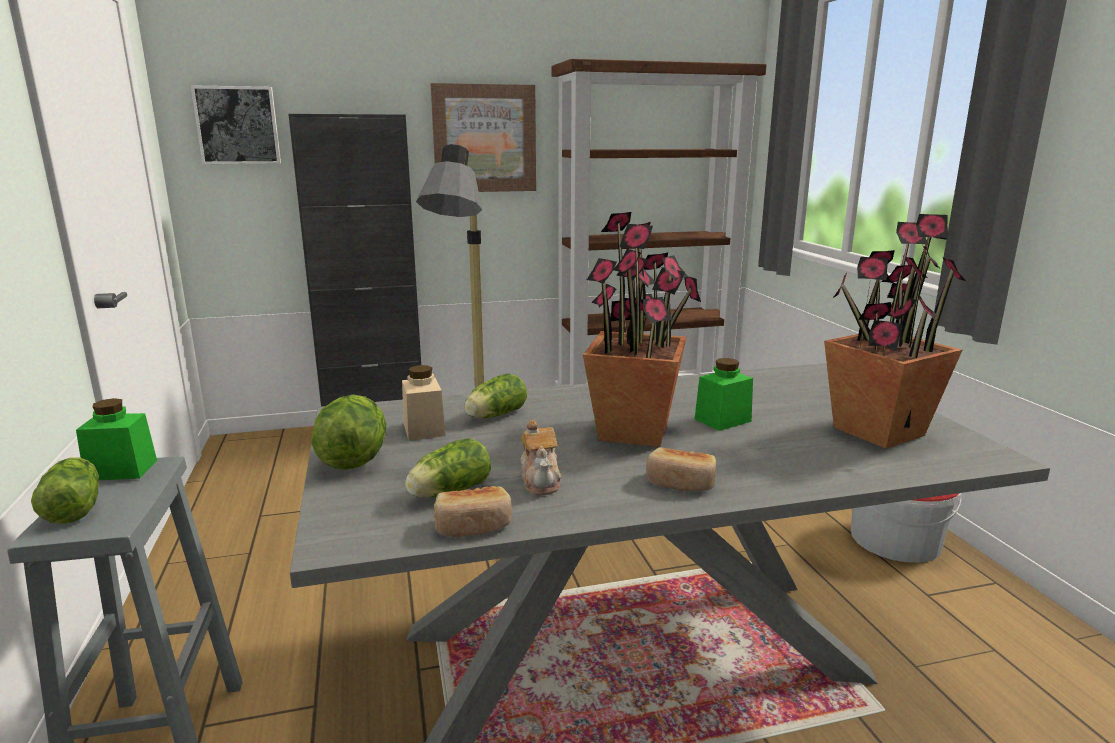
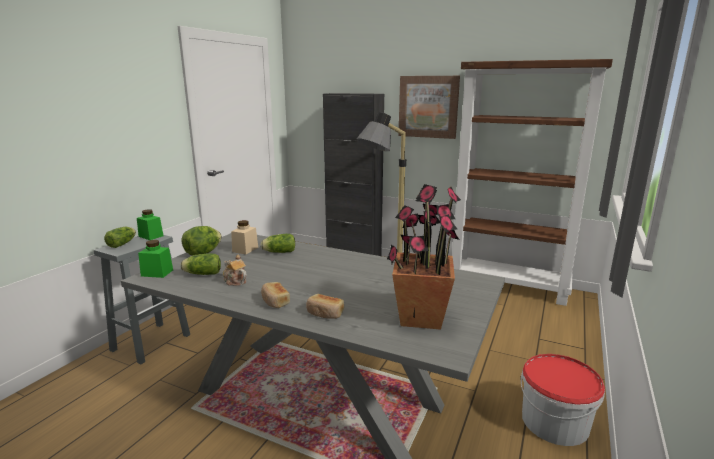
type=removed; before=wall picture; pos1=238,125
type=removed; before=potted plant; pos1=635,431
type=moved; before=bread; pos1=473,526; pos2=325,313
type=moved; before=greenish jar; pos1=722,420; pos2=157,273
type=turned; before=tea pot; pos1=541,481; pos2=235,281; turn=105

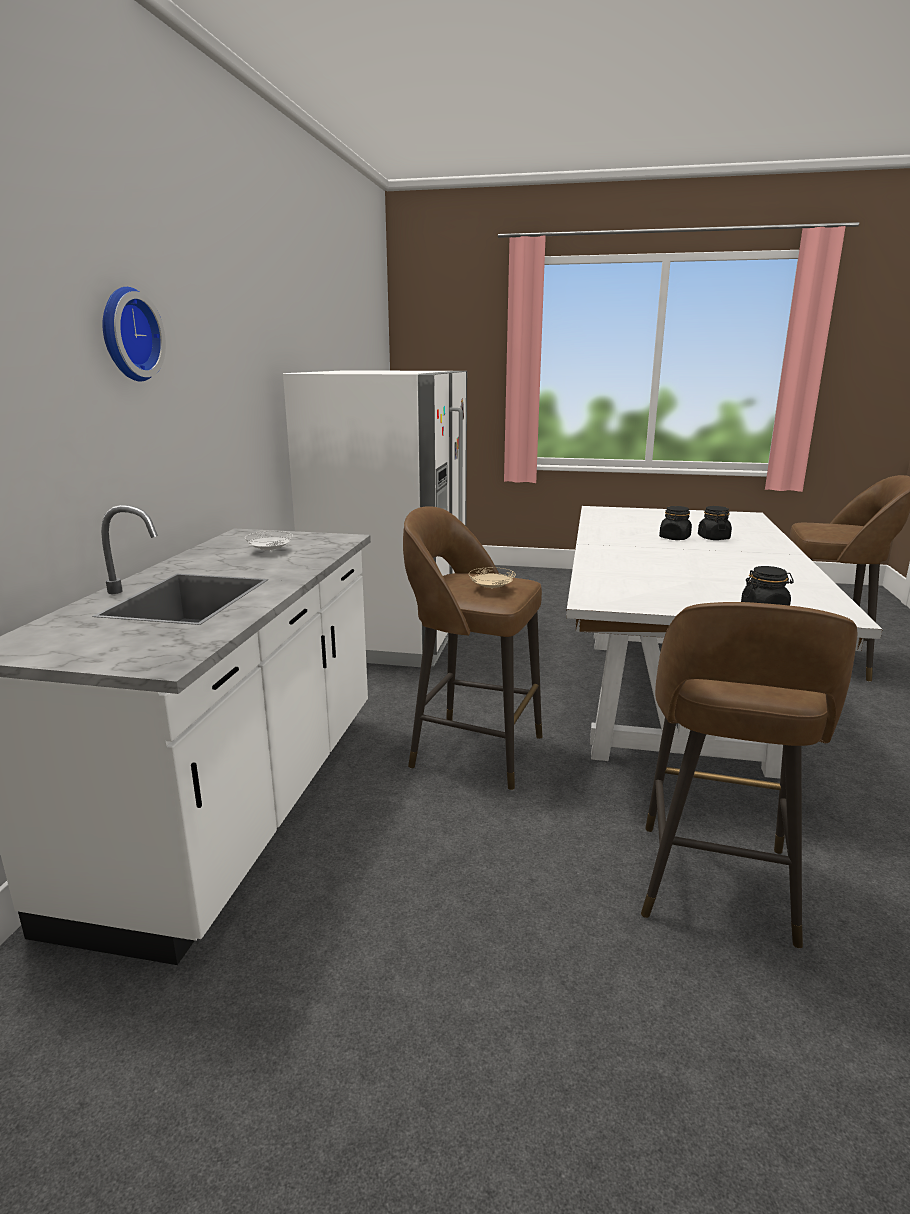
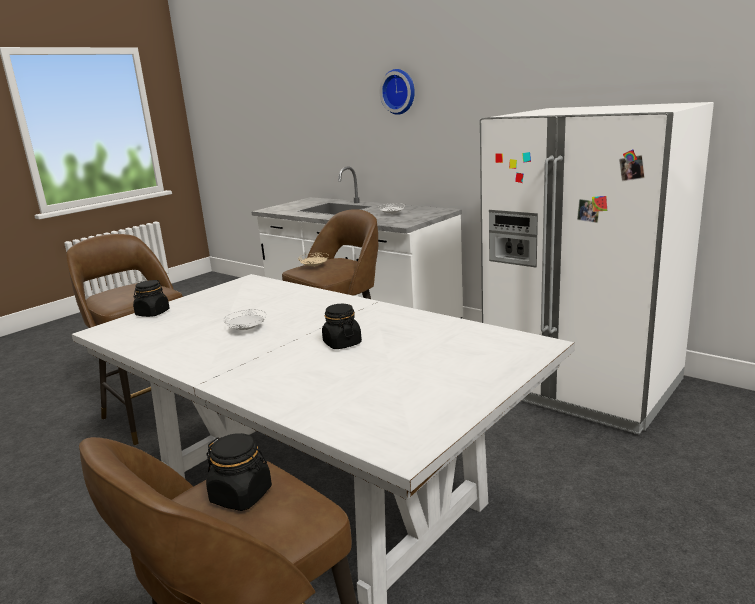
type=added; after=white-coloured plate; pos2=246,330
type=moved; before=black-coloured jar; pos1=713,538; pos2=241,495

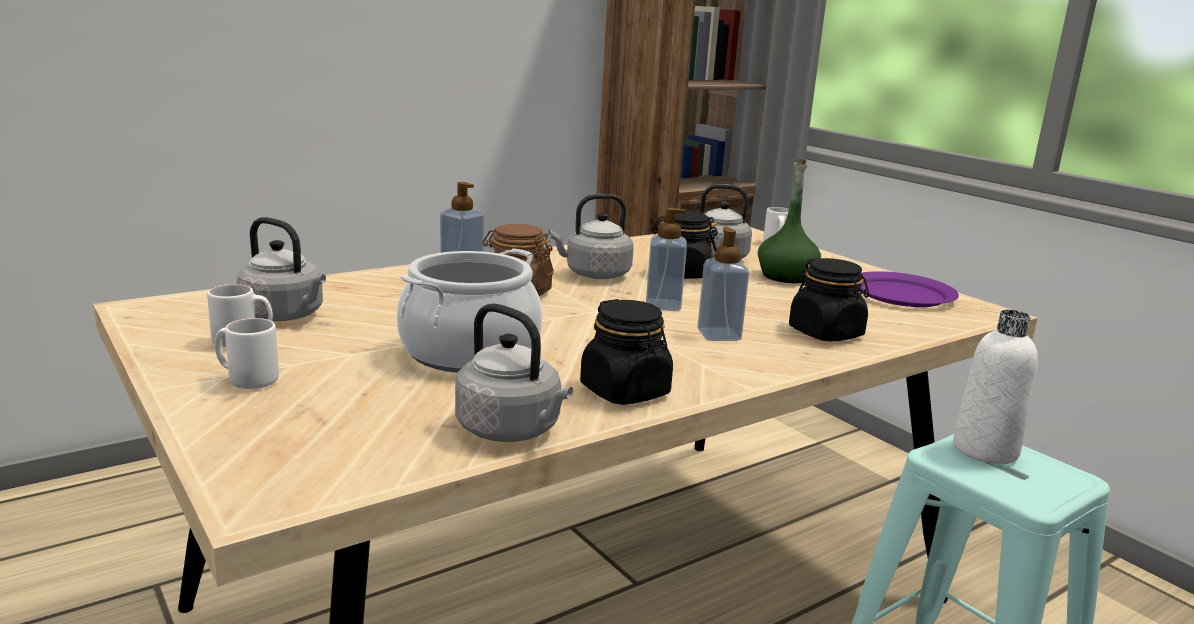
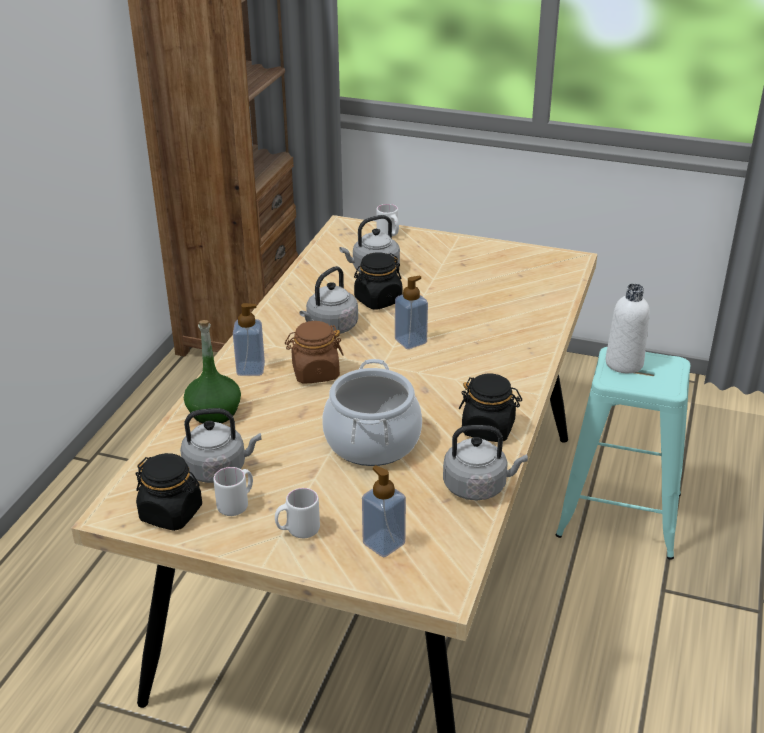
type=removed; before=purple plate; pos1=901,294
type=moved; before=soap dispenser; pos1=719,335; pos2=384,543
type=moved; before=greenish drink bottle; pos1=786,276; pos2=214,412
type=moved; before=black-coloured jar; pos1=826,333; pos2=171,513

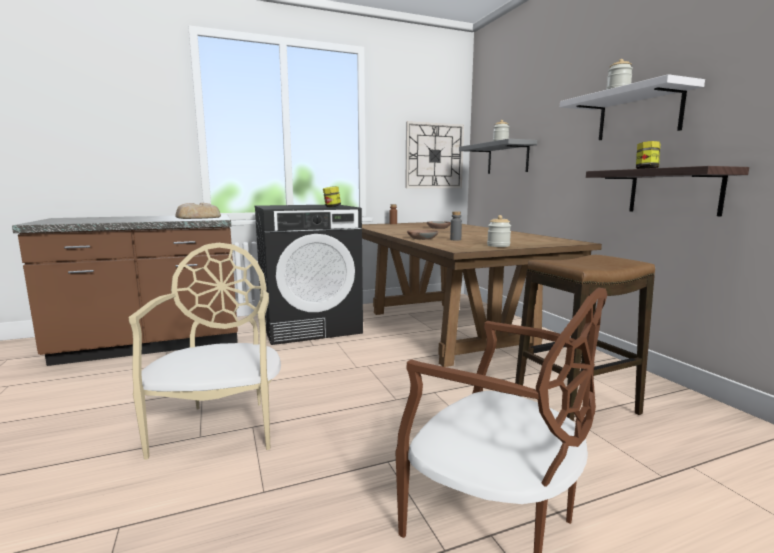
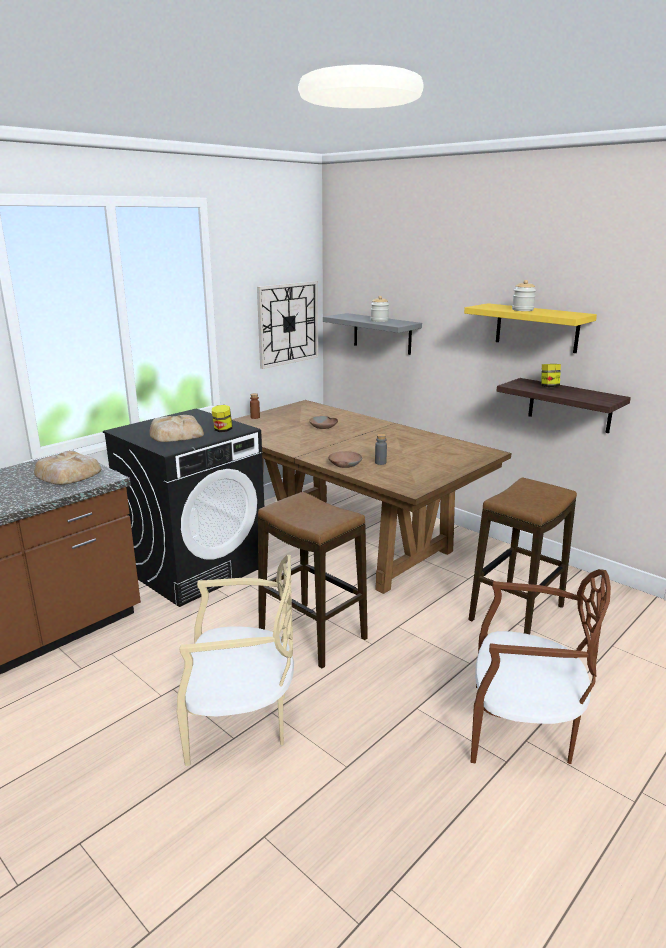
type=removed; before=jar; pos1=498,245
type=added; after=bread; pos2=175,434
type=added; after=stool seat; pos2=312,634
type=recoloured; before=white-coloured wall shelf; after=yellow wall shelf; pos1=639,114; pos2=536,328
type=turned; before=beige-coloured chair; pos1=220,426; pos2=241,721; turn=120

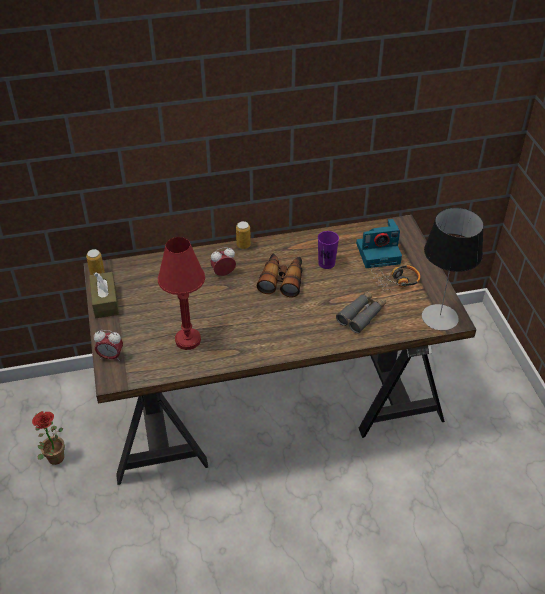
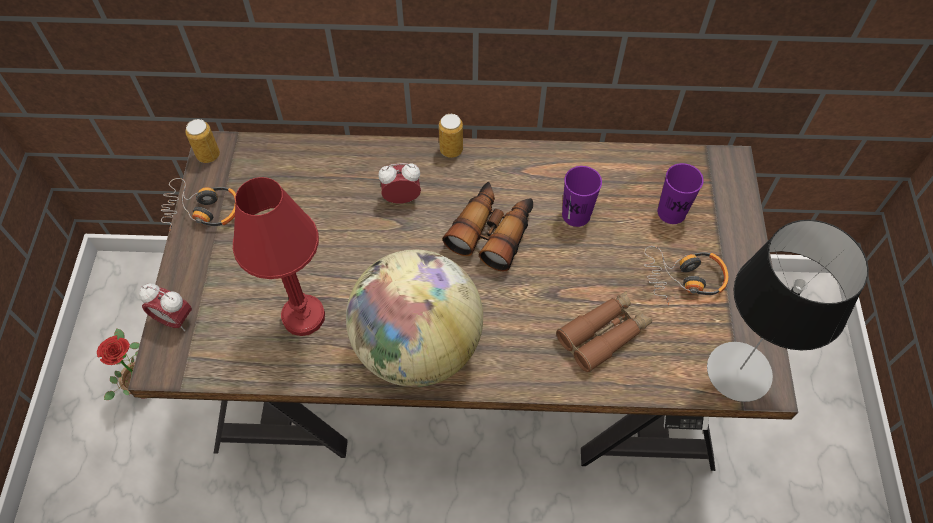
type=added; after=world globe; pos2=417,346
type=replaced; before=brown-coloured tissue box; after=headphones; pos1=105,301; pos2=202,211
type=replaced; before=photo camera; after=purple cup; pos1=379,253; pos2=671,212
type=recoloured; before=grey binoculars; after=brown-coloured binoculars; pos1=361,315; pos2=604,334

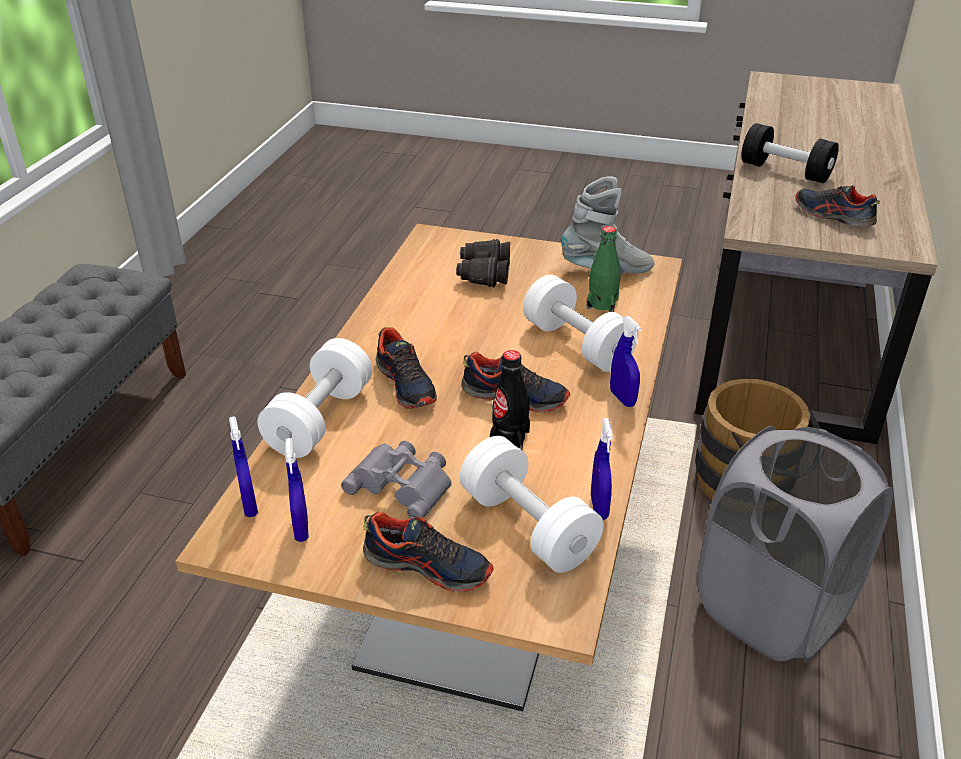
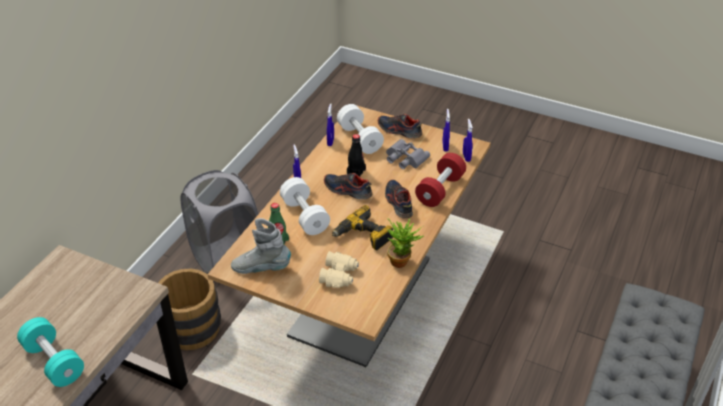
type=removed; before=shoe; pos1=833,216
type=added; after=power drill; pos2=363,236
type=added; after=potted plant; pos2=402,261
type=recoloured; before=white-coloured free weight; after=red free weight; pos1=320,419; pos2=440,190
type=recoloured; before=black-coloured binoculars; after=beige-coloured binoculars; pos1=483,273; pos2=339,275
type=recoloured; before=black-coloured free weight; after=turquoise-coloured free weight; pos1=785,171; pos2=54,362

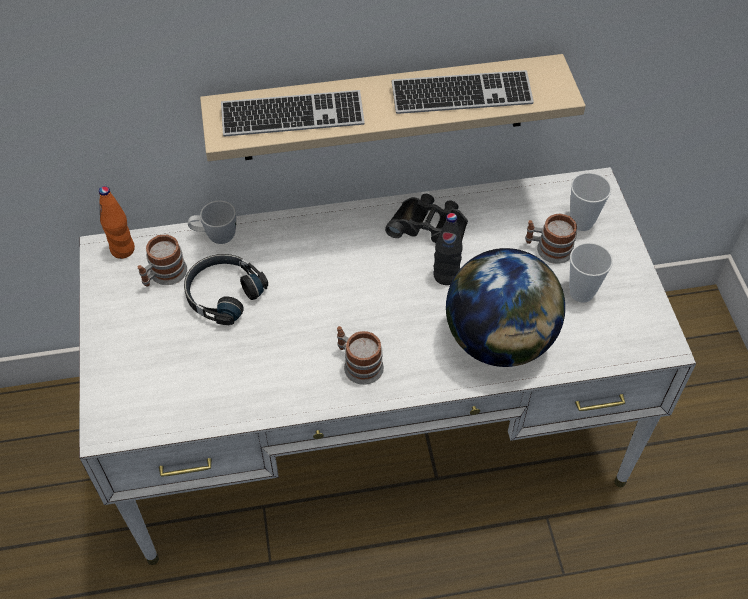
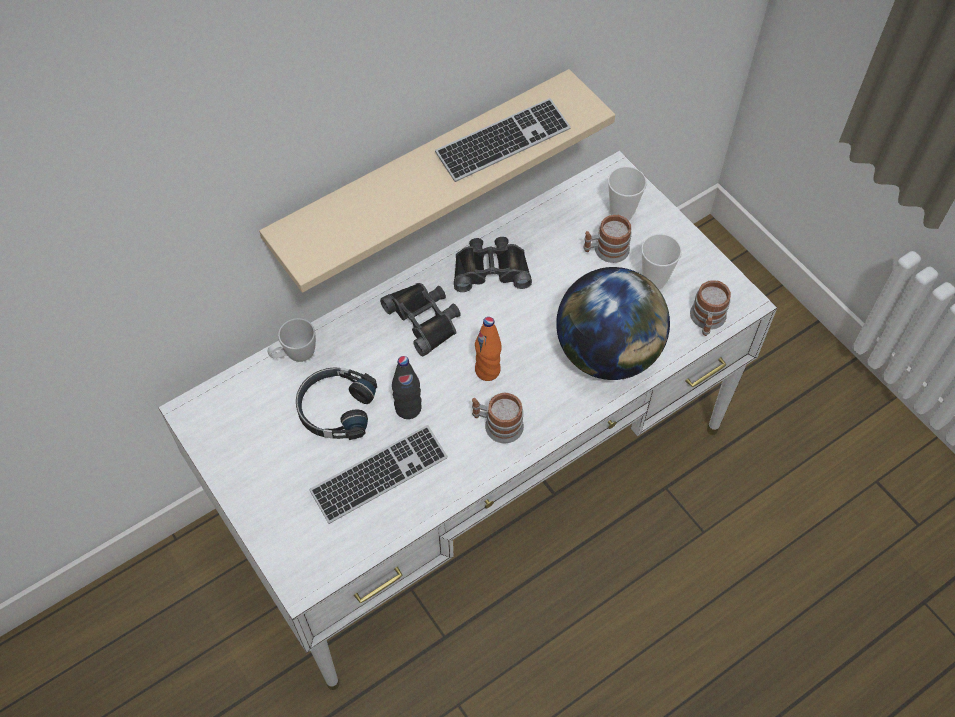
type=added; after=black-coloured binoculars; pos2=424,319
type=moved; before=orange drink bottle; pos1=123,250; pos2=487,370
type=moved; before=tea mug; pos1=164,275; pos2=707,320
type=moved; before=computer keyboard; pos1=292,116; pos2=379,475
type=moved; before=black-coloured drink bottle; pos1=446,276; pos2=408,408

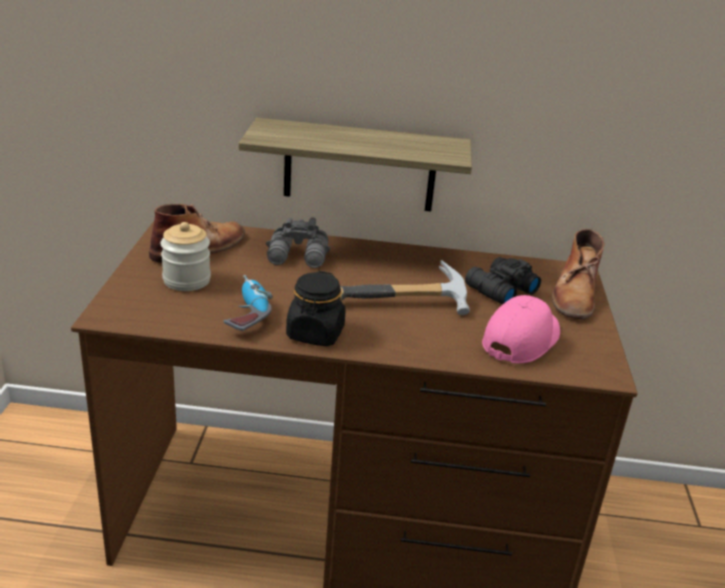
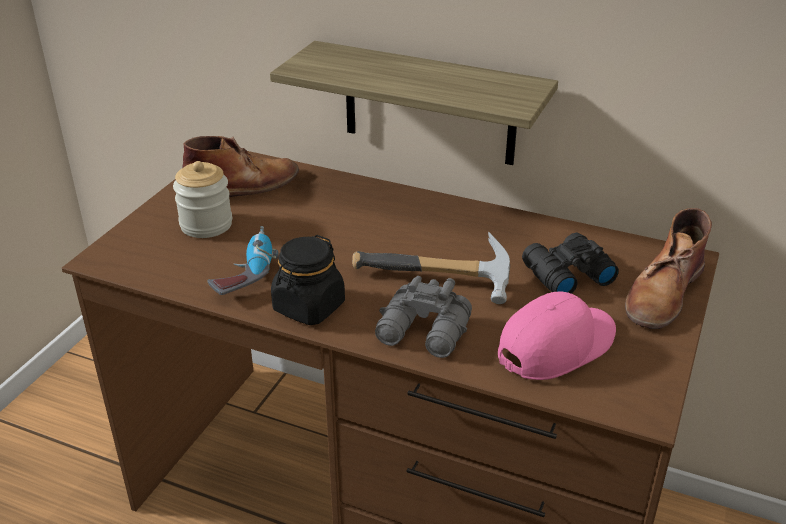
type=moved; before=grey binoculars; pos1=299,257; pos2=425,333

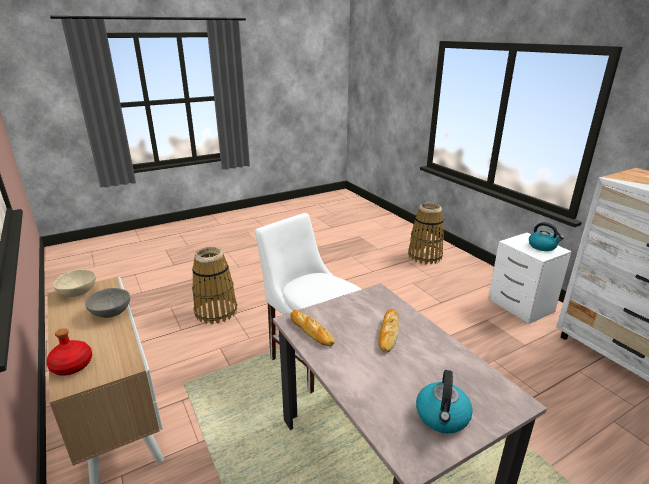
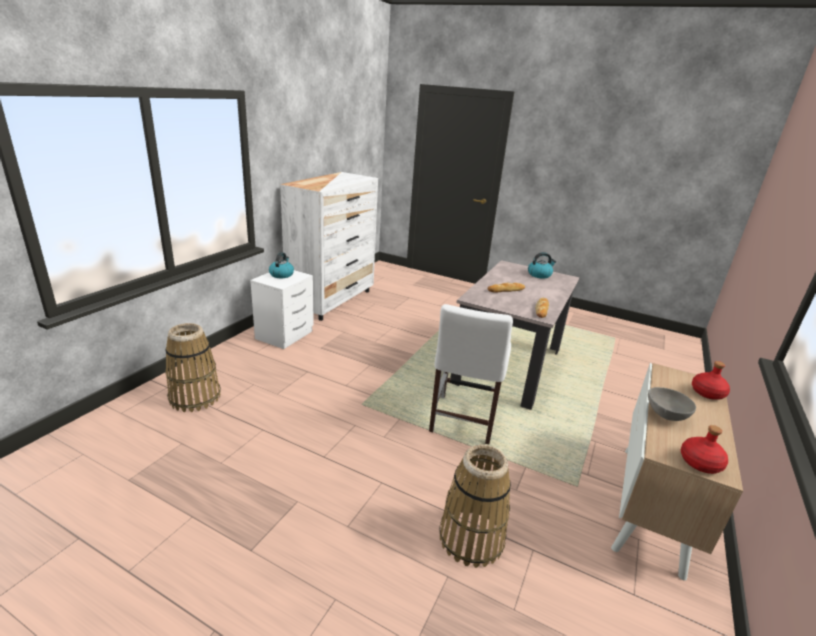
type=replaced; before=beige-coloured serving bowl; after=red drink bottle; pos1=78,293; pos2=700,462

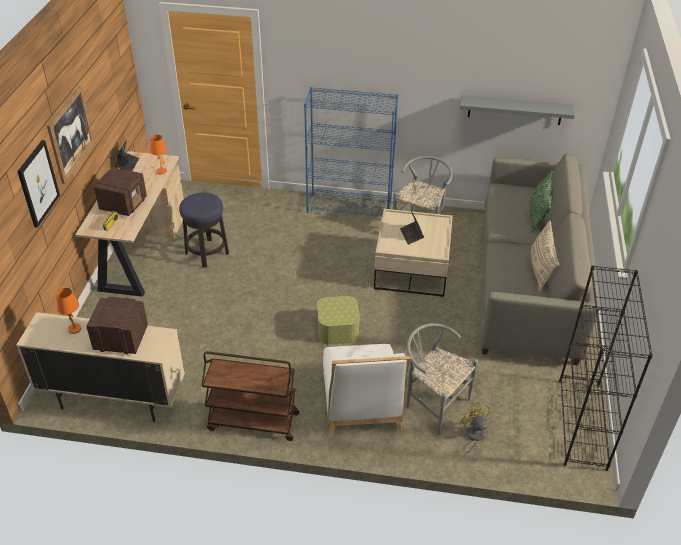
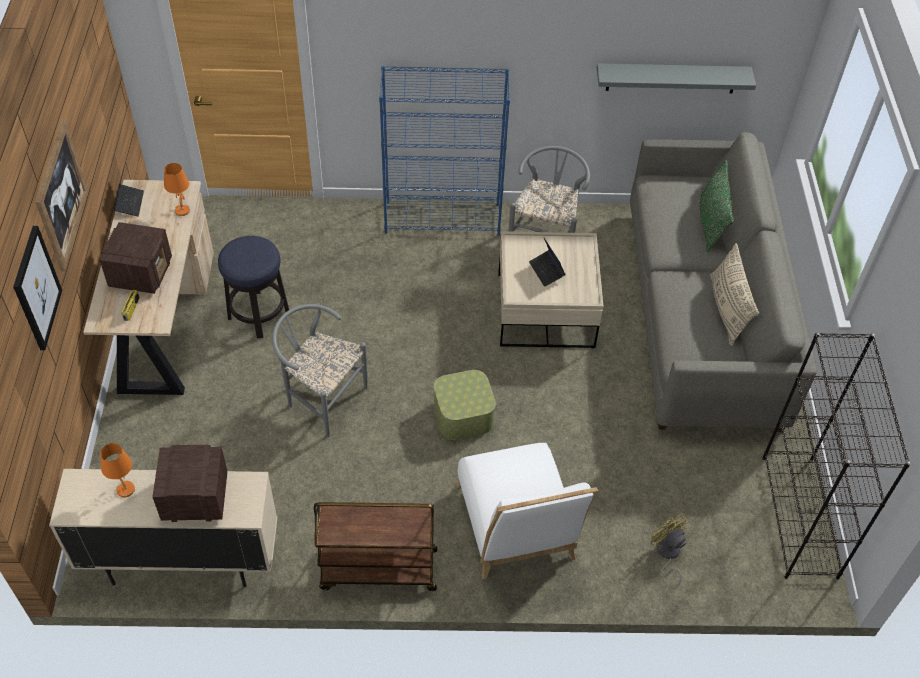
type=moved; before=grey chair; pos1=432,403; pos2=321,398

